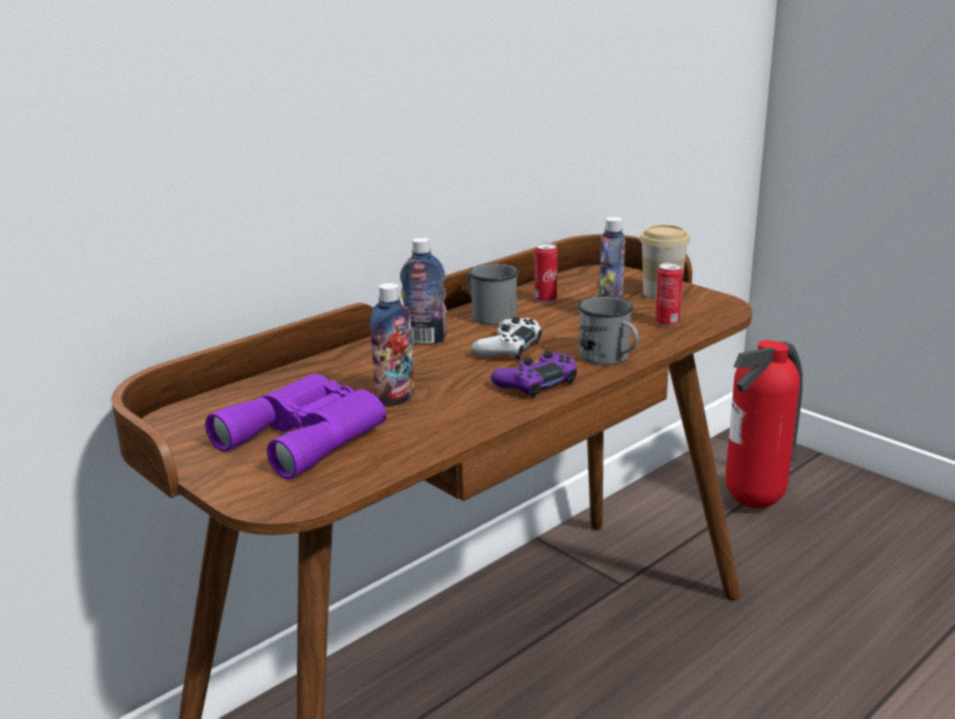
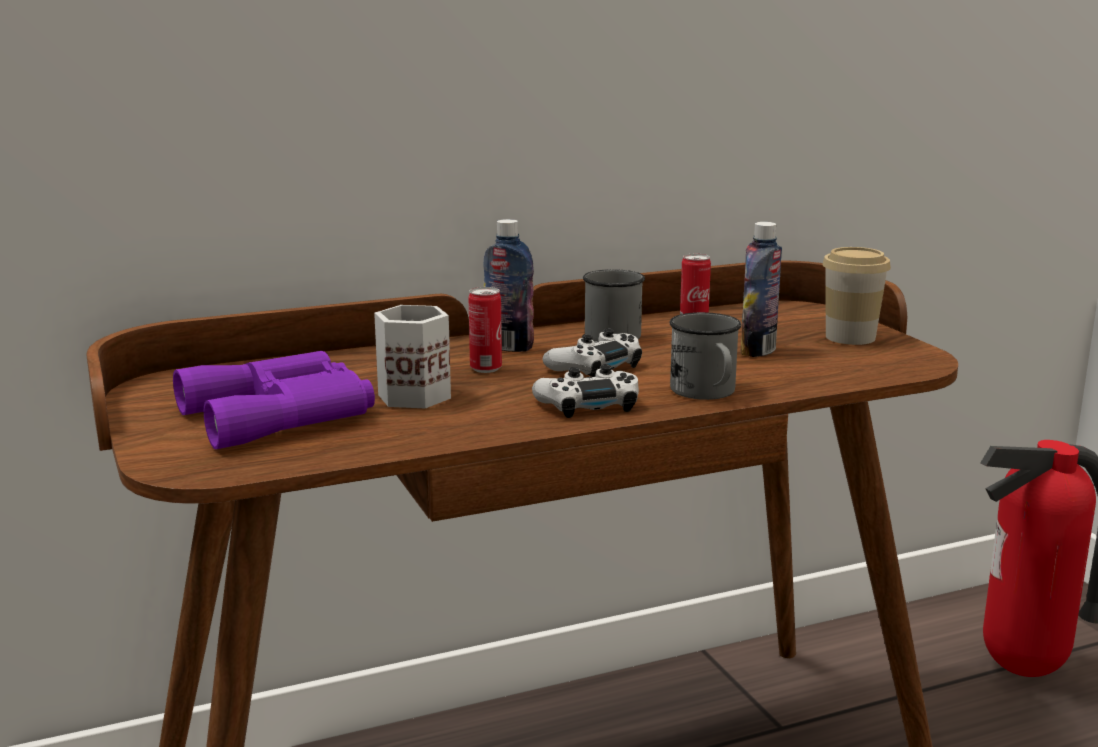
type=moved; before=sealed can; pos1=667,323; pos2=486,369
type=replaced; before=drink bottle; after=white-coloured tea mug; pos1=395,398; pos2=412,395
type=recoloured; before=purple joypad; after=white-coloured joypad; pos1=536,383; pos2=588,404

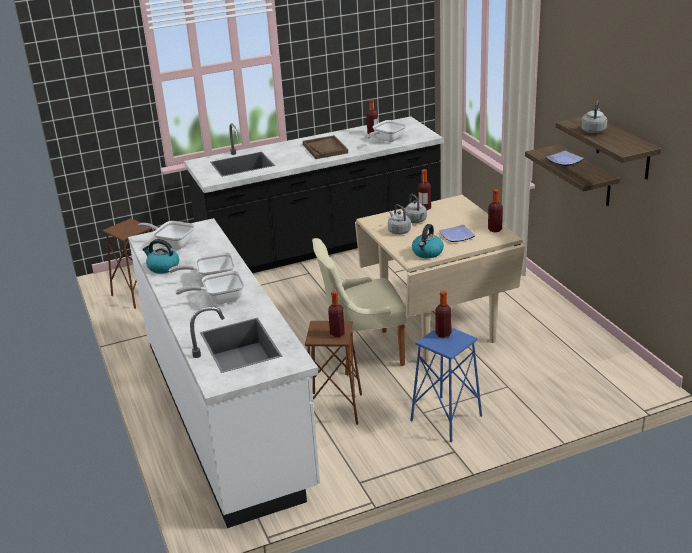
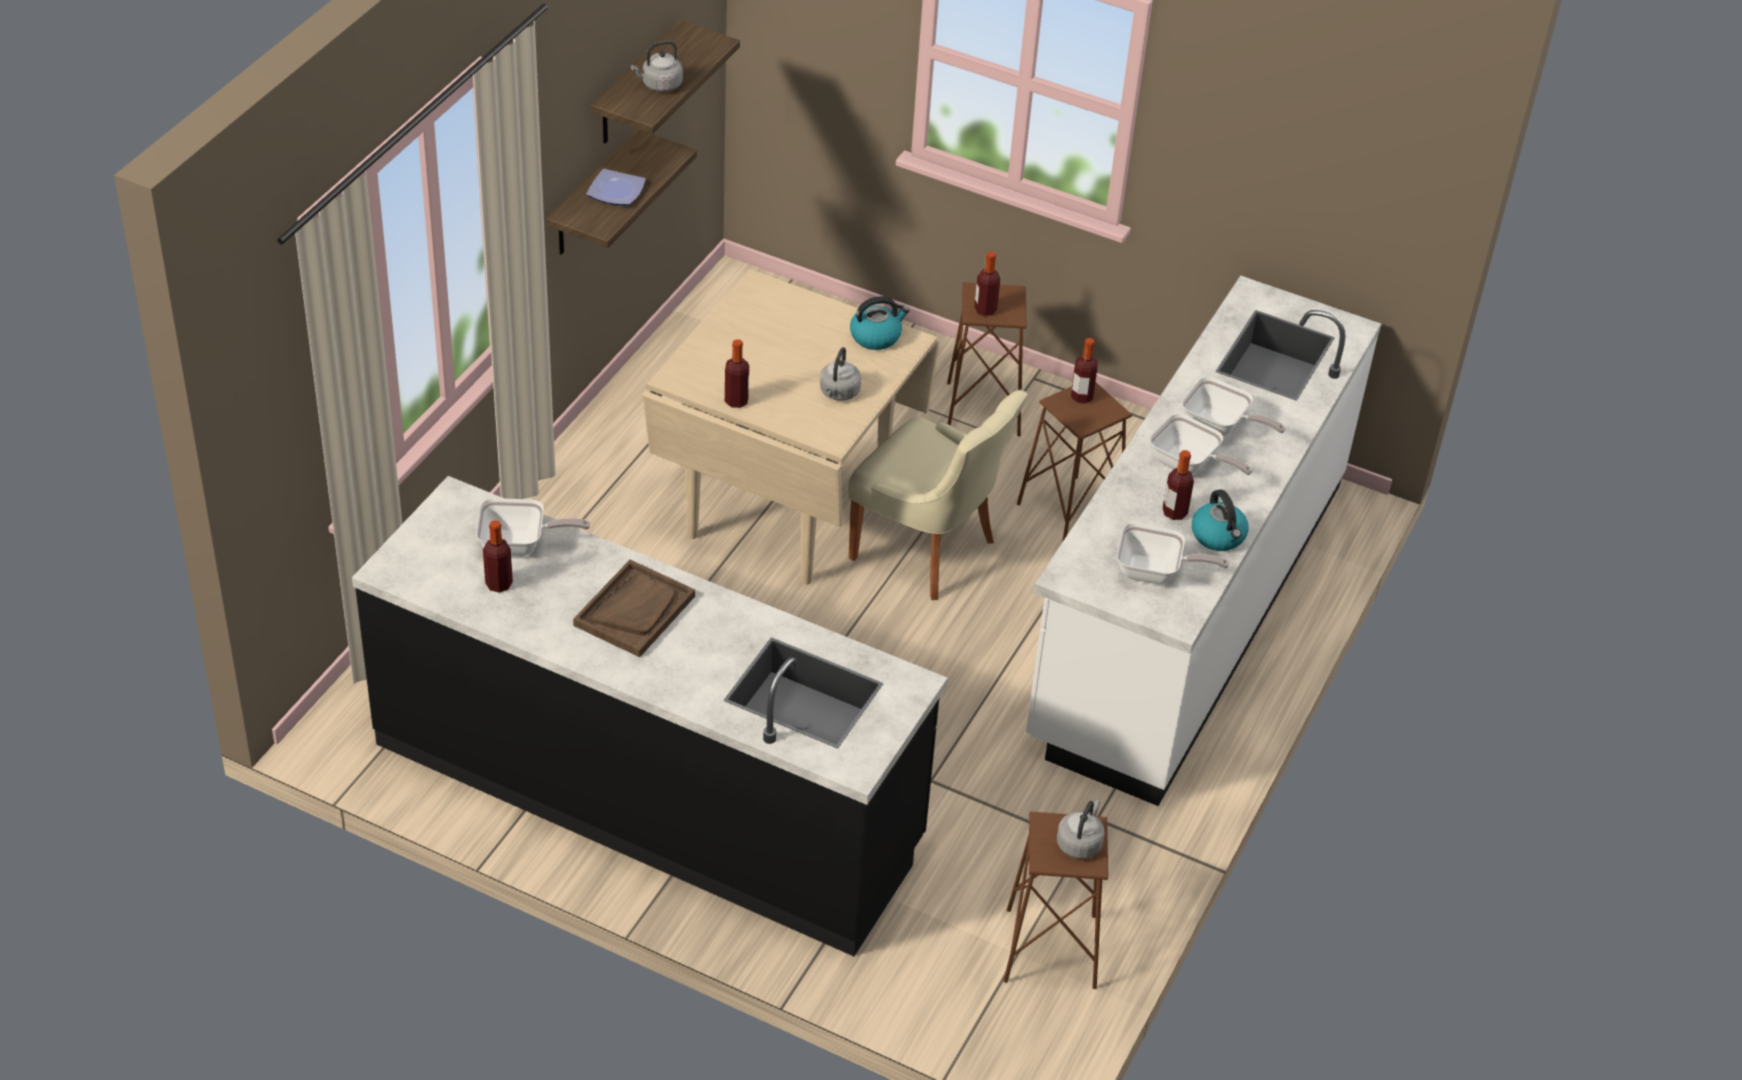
type=removed; before=plate; pos1=457,236
type=moved; before=grey tea kettle; pos1=416,221; pos2=1080,843
type=moved; before=drink bottle; pos1=494,229; pos2=1174,512
type=recoloured; before=bluish stool seat; after=brown-coloured stool seat; pos1=446,419; pos2=984,409
type=turned; before=frying pan; pos1=172,244; pos2=1155,573; turn=-60

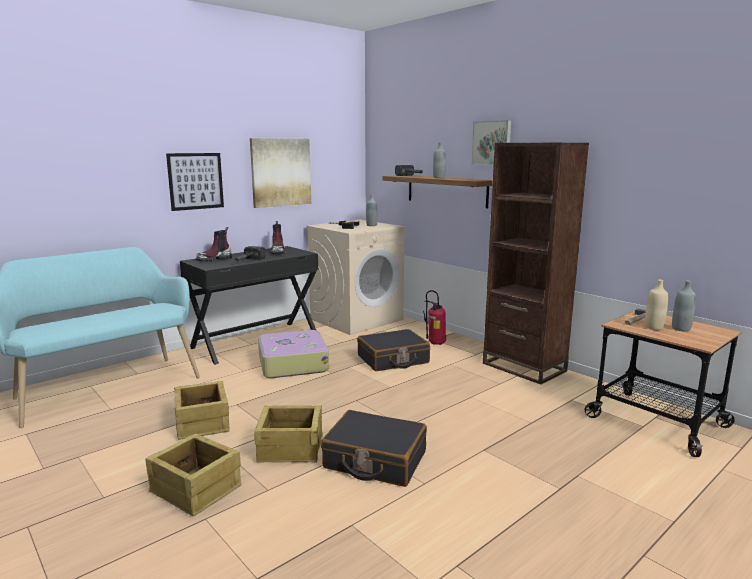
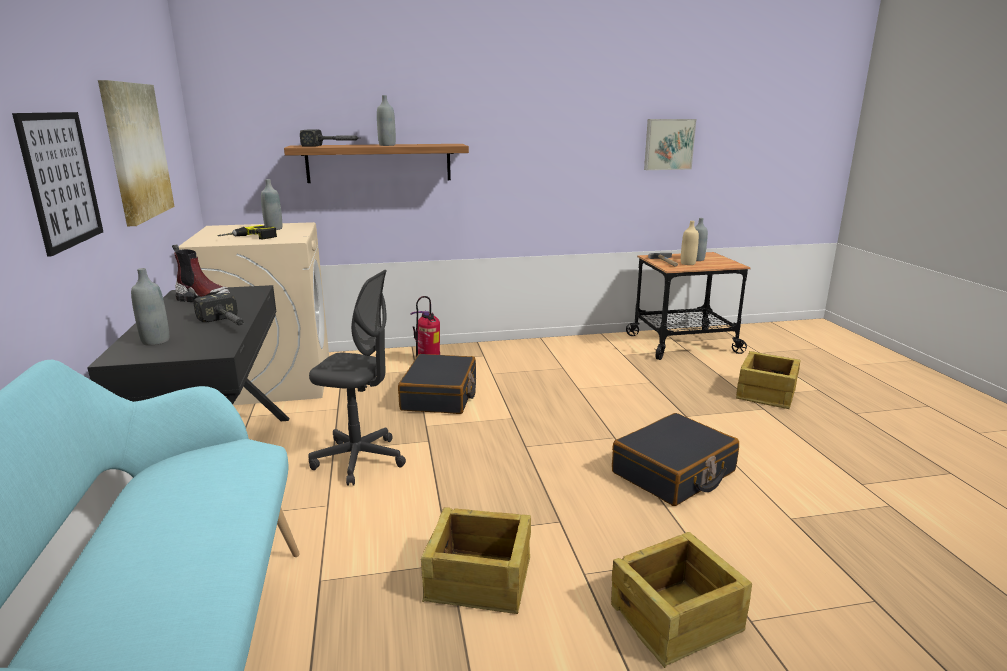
type=removed; before=brown-coloured bookshelf; pos1=524,367
type=moved; before=crate; pos1=290,447; pos2=765,393
type=moved; before=wall picture; pos1=492,143; pos2=668,144
type=replaced; before=tall boot; after=grey drink bottle; pos1=214,259; pos2=155,341
type=replaced; before=travel case; after=grey desk chair; pos1=292,363; pos2=359,460

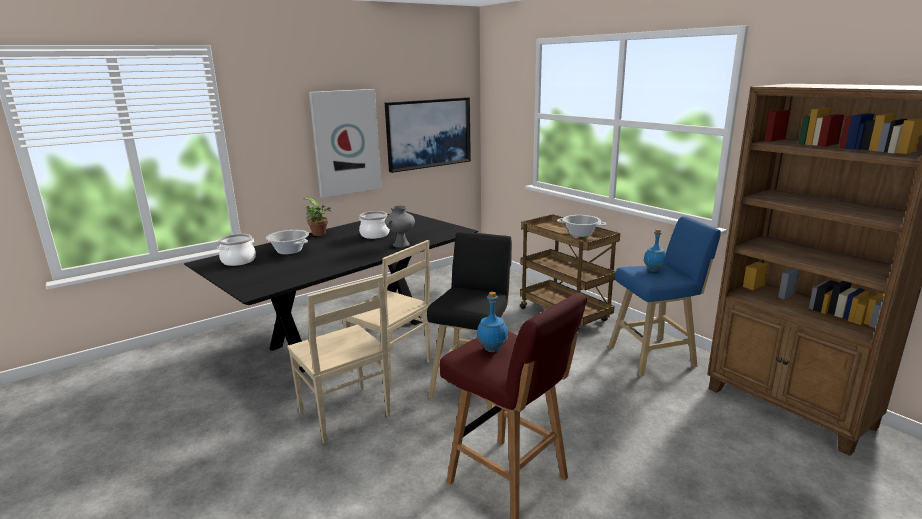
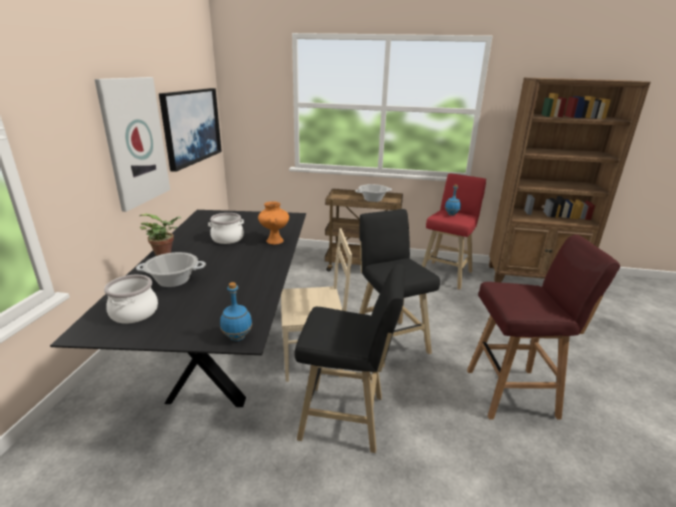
type=moved; before=bluish drink bottle; pos1=492,349; pos2=238,337
type=replaced; before=beige-coloured chair; after=black-coloured stool seat; pos1=345,415; pos2=346,418
type=recoloured; before=grey flower vase; after=orange flower vase; pos1=401,244; pos2=274,241
type=recoloured; before=bluish stool seat; after=red stool seat; pos1=655,356; pos2=446,274

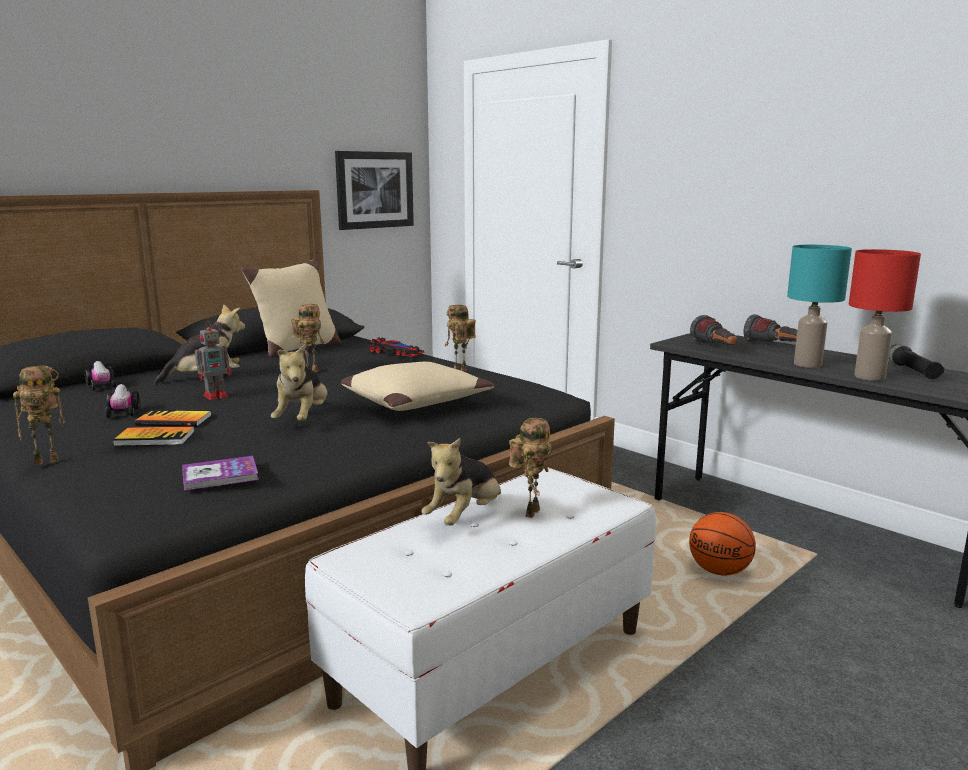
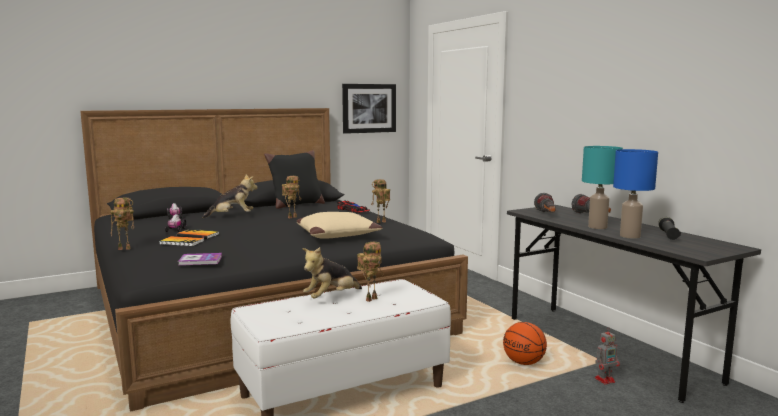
type=removed; before=plush toy; pos1=303,419
type=moved; before=robot figure; pos1=217,396; pos2=605,379
type=recoloured; before=beige-coloured cushion; after=black-coloured cushion; pos1=297,349; pos2=296,205
type=recoloured; before=red tabletop lamp; after=bluish tabletop lamp; pos1=868,377; pos2=629,236

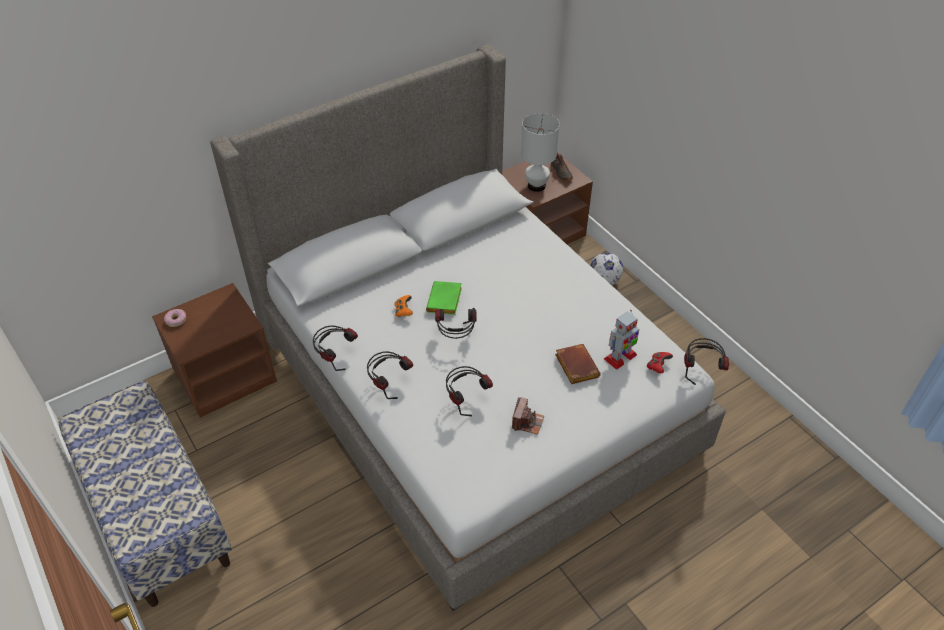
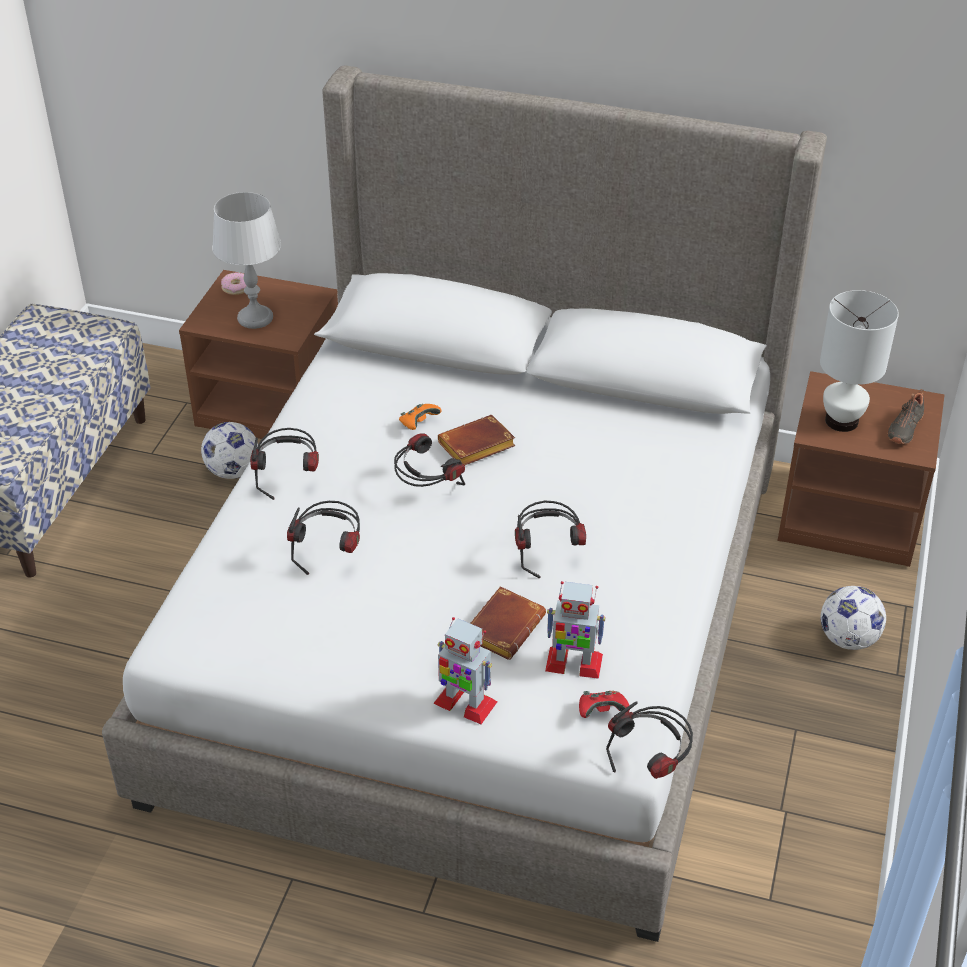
type=removed; before=photo camera; pos1=527,422
type=added; after=ball for football; pos2=233,471
type=added; after=grey tabletop lamp; pos2=255,318
type=added; after=robot figure; pos2=464,702
type=moved; before=headphones; pos1=335,356; pos2=547,555
type=recoloured; before=greenish book; after=brown-coloured book; pos1=445,302; pos2=475,447

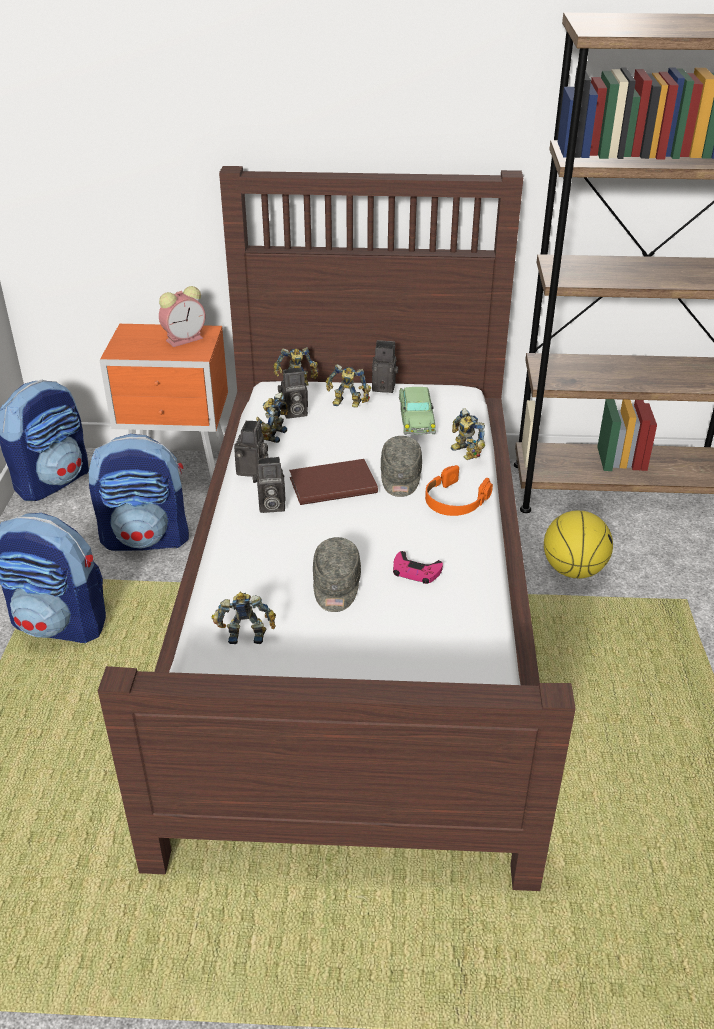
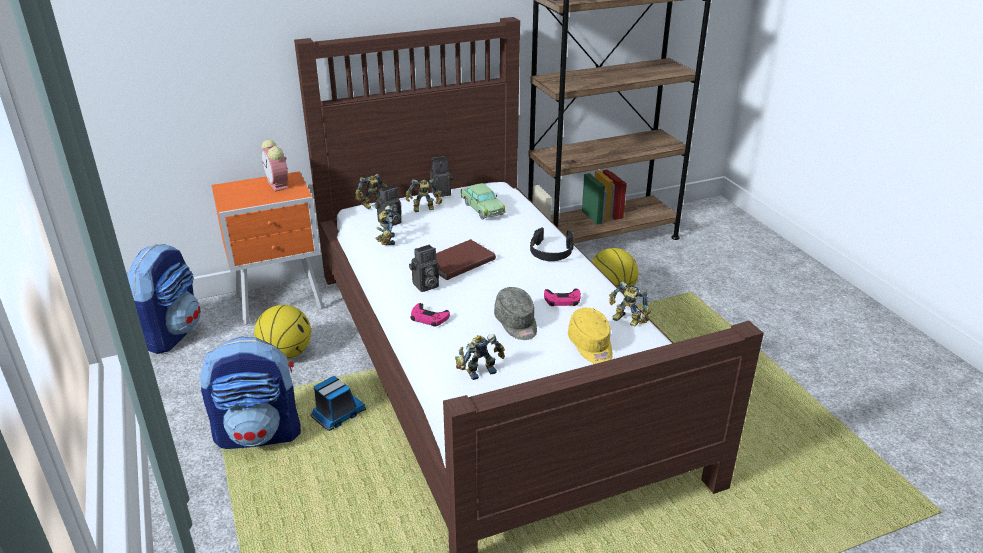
type=removed; before=photo camera; pos1=252,470
type=removed; before=grey peaked cap; pos1=400,477
type=added; after=toy truck; pos2=338,415
type=added; after=pinkish joypad; pos2=429,318
type=added; after=yellow peaked cap; pos2=591,346
type=moved; before=robot figure; pos1=464,453; pos2=627,321
type=replaced; before=rucksack; after=basketball ball; pos1=147,538; pos2=286,354
type=recoloured; before=orange headphones; after=black-coloured headphones; pos1=454,501; pos2=551,252
type=turned; before=alarm clock; pos1=185,339; pos2=278,185; turn=120

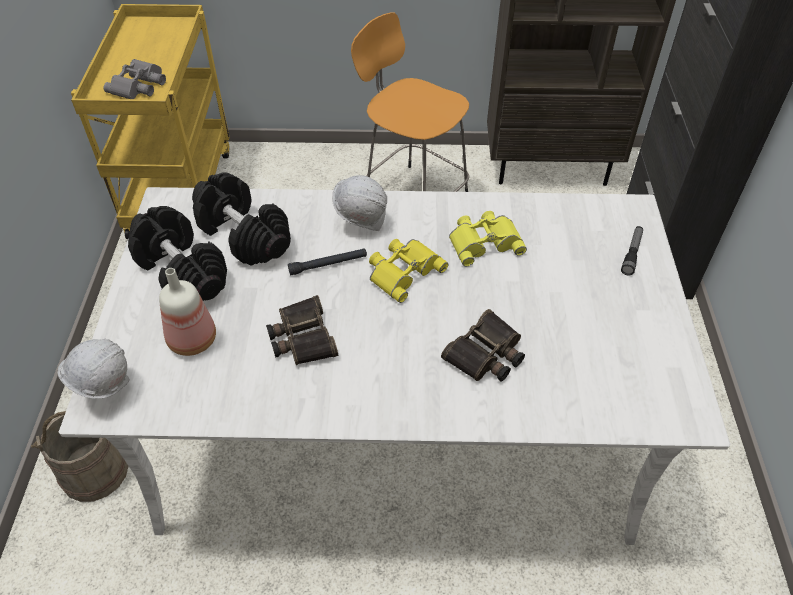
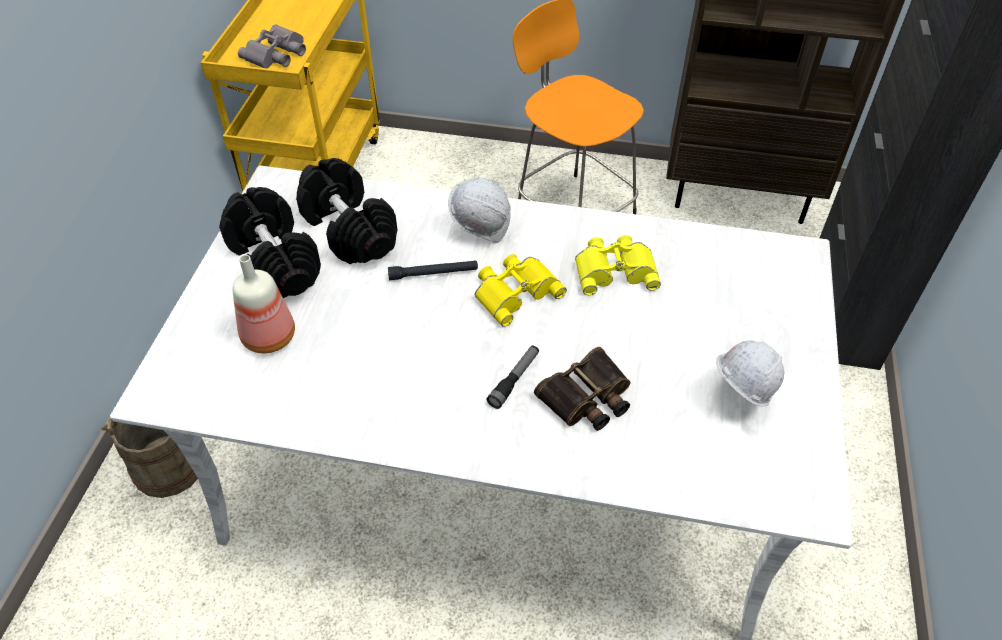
type=removed; before=binoculars; pos1=301,337
type=moved; before=white-coloured hard hat; pos1=104,389; pos2=737,396
type=moved; before=torch; pos1=632,253; pos2=514,380

